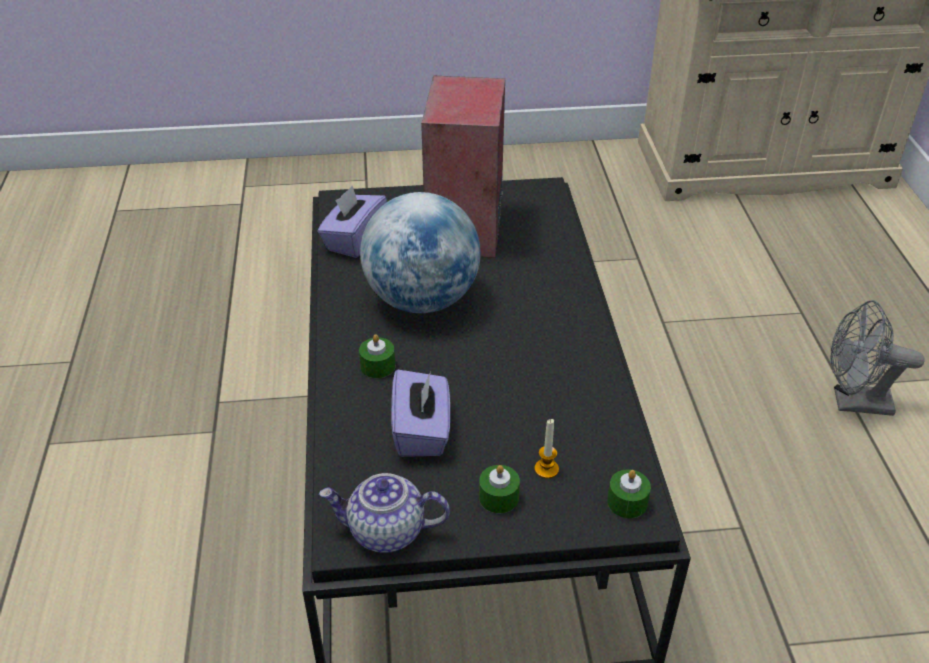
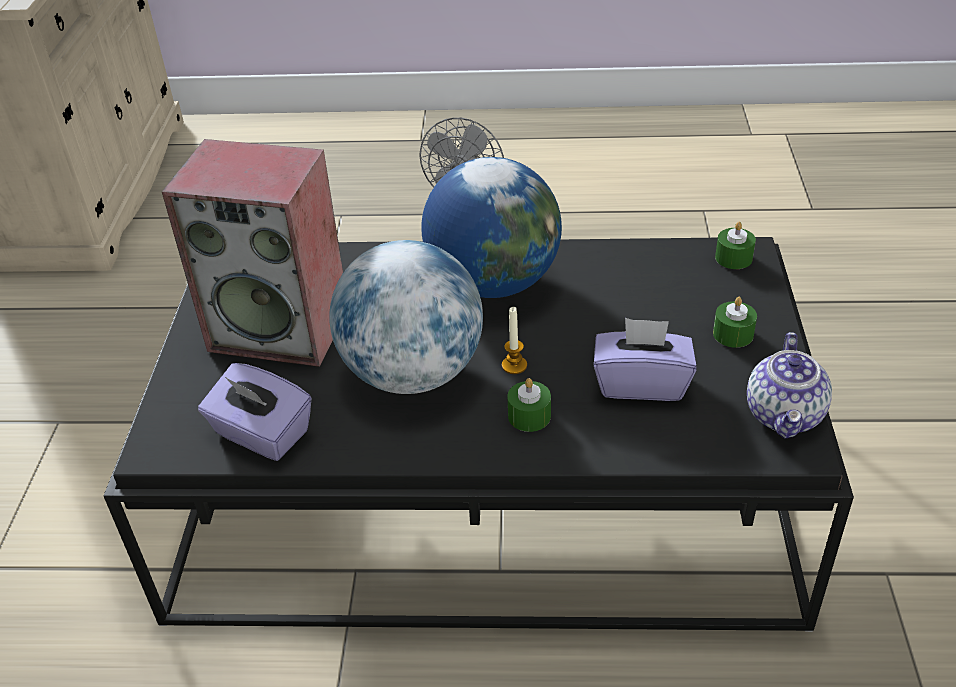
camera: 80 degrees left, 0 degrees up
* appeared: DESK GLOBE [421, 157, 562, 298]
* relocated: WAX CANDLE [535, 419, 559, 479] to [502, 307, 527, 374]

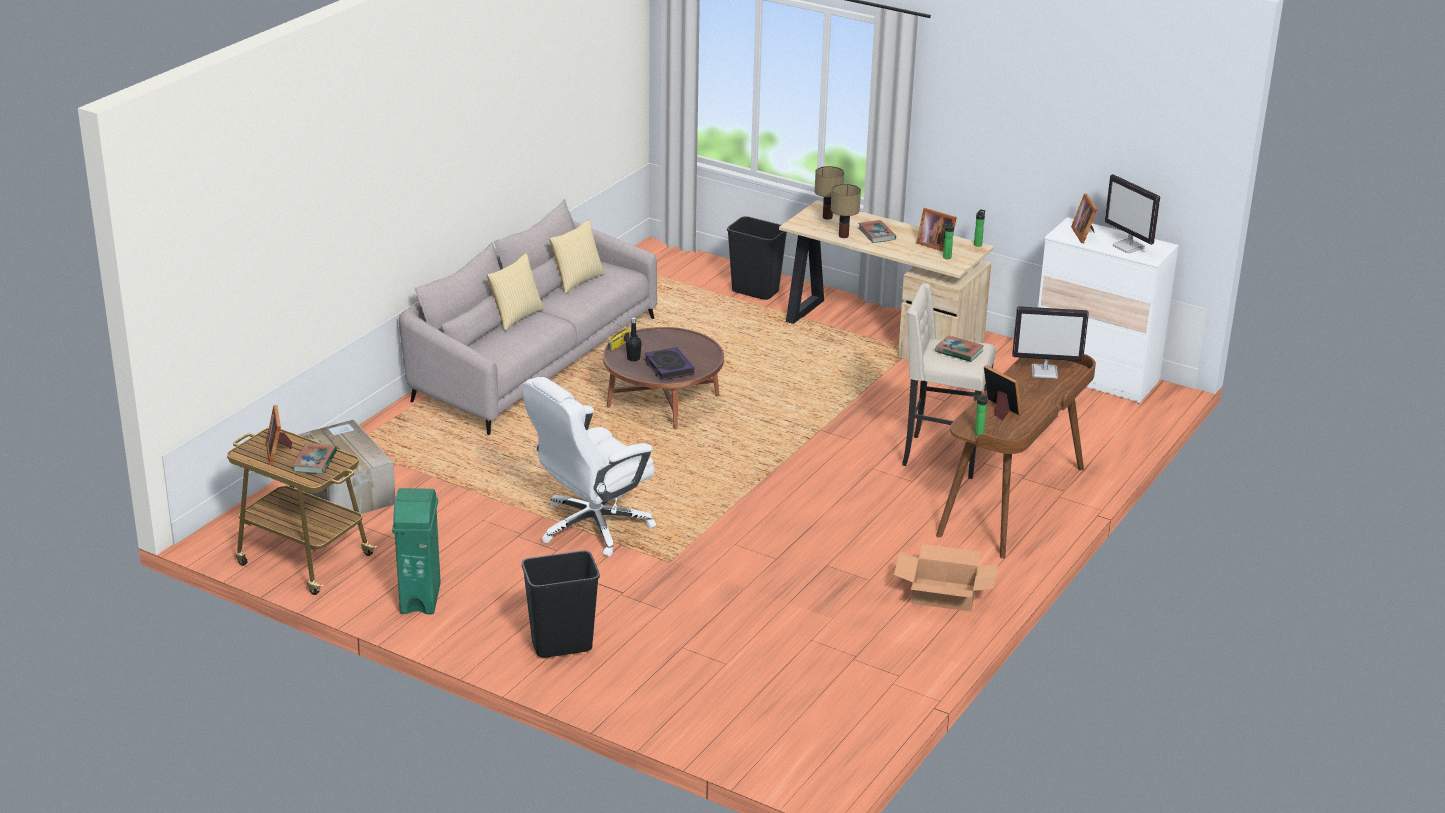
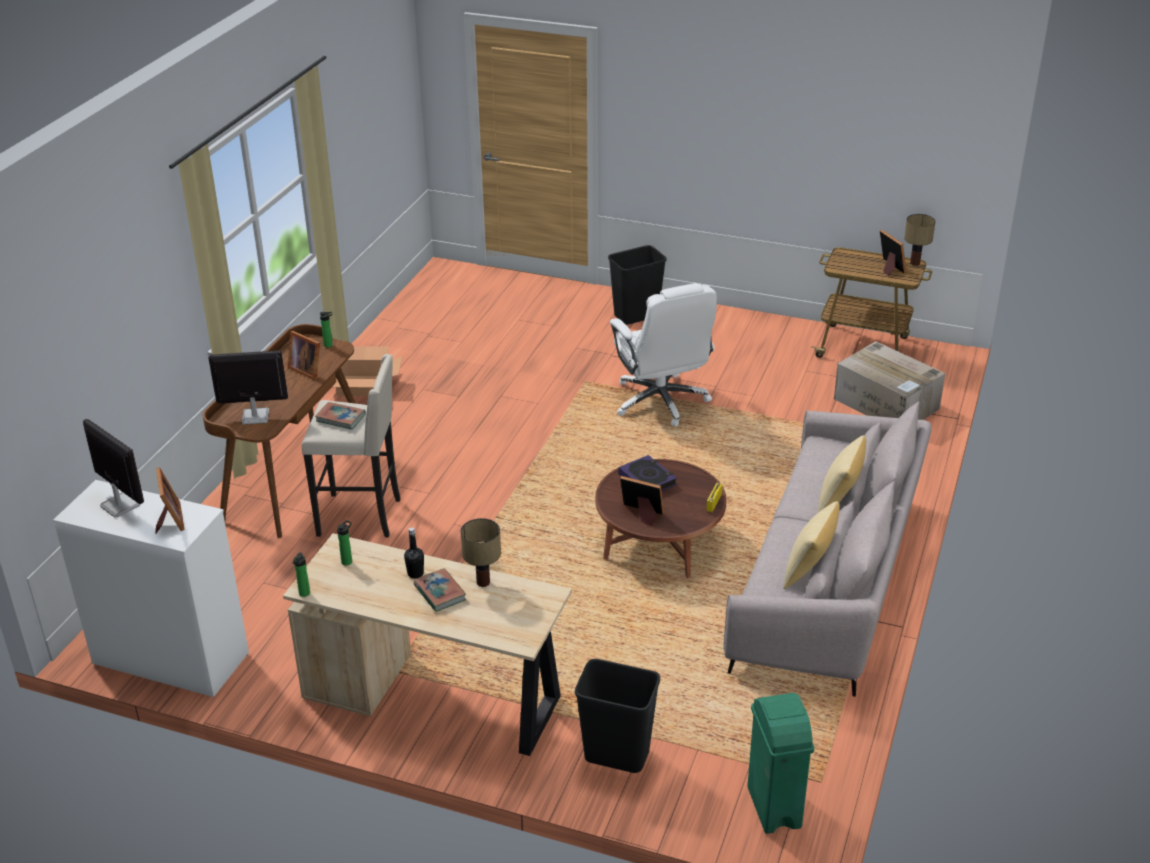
camera: 170 degrees right, 5 degrees up
* relocated: BLACK BEVERAGE BOTTLE [626, 317, 642, 362] to [404, 527, 424, 578]
* spun: WHITISH COMPUTER CHAIR [523, 377, 656, 557] = [610, 283, 717, 427] 120 degrees clockwise
* relocated: PICTURE FRAME [916, 208, 957, 251] to [620, 476, 664, 526]
* relocated: GREENISH TRASH CAN [392, 488, 441, 614] to [747, 693, 814, 834]
* relocated: TABLE LAMP [815, 166, 844, 219] to [904, 214, 935, 266]
* missing: BOOK [292, 443, 337, 474]

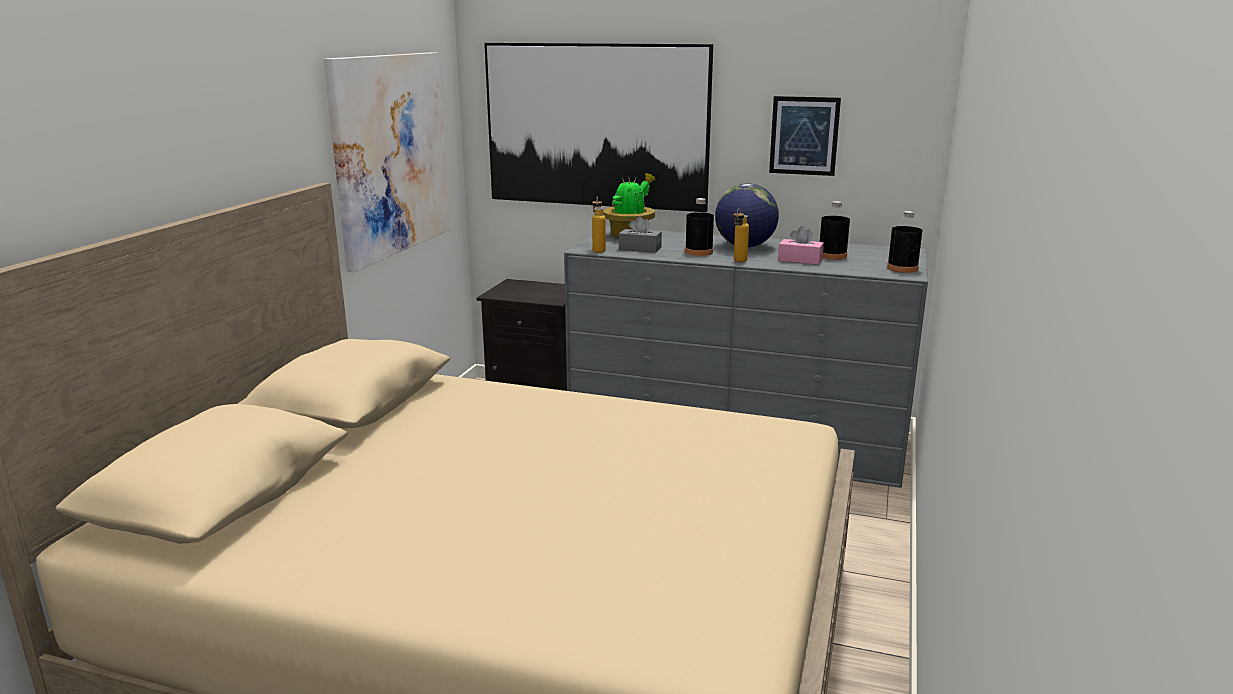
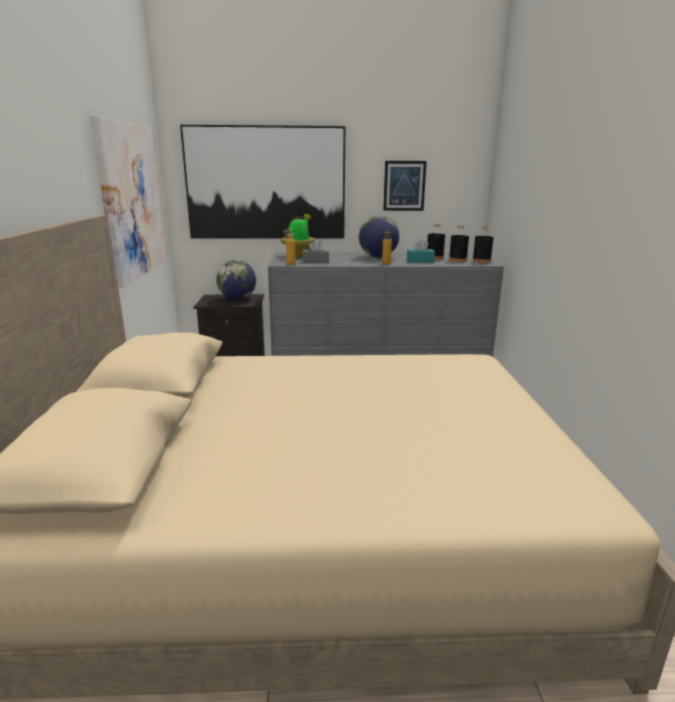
camera: 20 degrees left, 0 degrees up
* appeared: DESK GLOBE [217, 260, 256, 300]
* colour: PINK-COLOURED BOX OF TISSUES [778, 226, 824, 265] to TURQUOISE BOX OF TISSUES [407, 239, 435, 263]
* relocated: BLACK BEVERAGE BOTTLE [685, 198, 714, 256] to [449, 225, 469, 262]

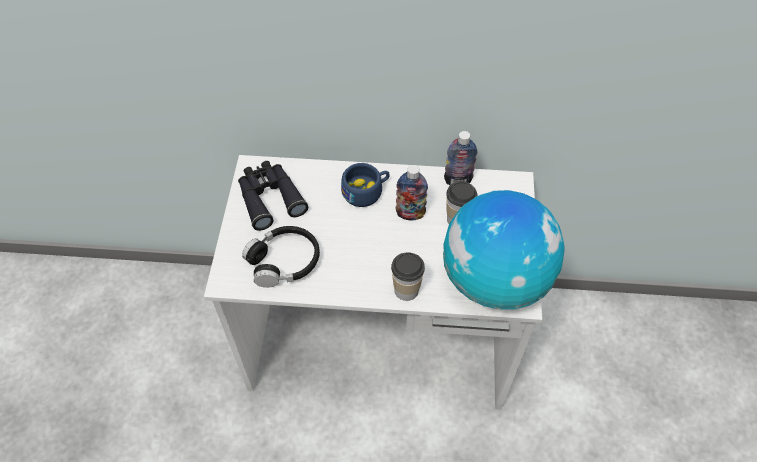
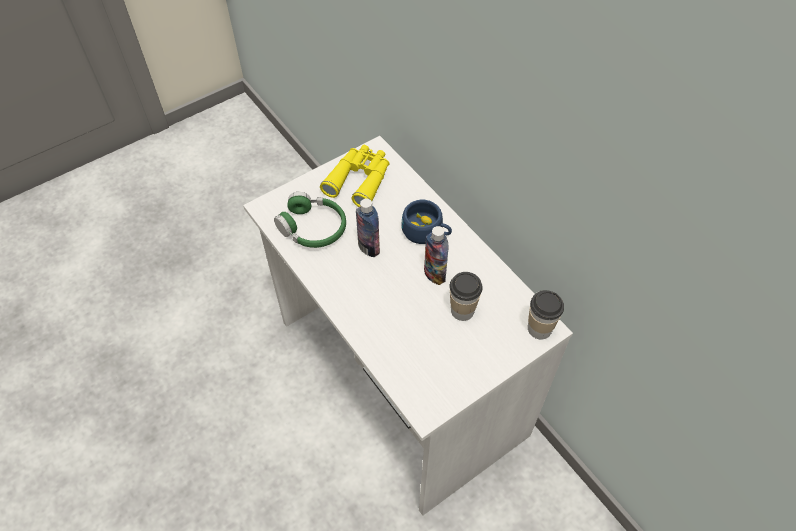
camera: 50 degrees right, 0 degrees up
* colour: BLACK HEADSET [242, 226, 320, 288] to GREENISH HEADSET [274, 192, 346, 248]
* colour: BLACK FIELD GLASSES [238, 161, 308, 231] to YELLOW FIELD GLASSES [320, 145, 389, 207]
* relocated: BEVERAGE BOTTLE [444, 131, 478, 185] to [356, 199, 380, 257]
* relocated: CUP [391, 252, 425, 301] to [528, 290, 564, 339]
* missing: DESK GLOBE [443, 190, 565, 310]

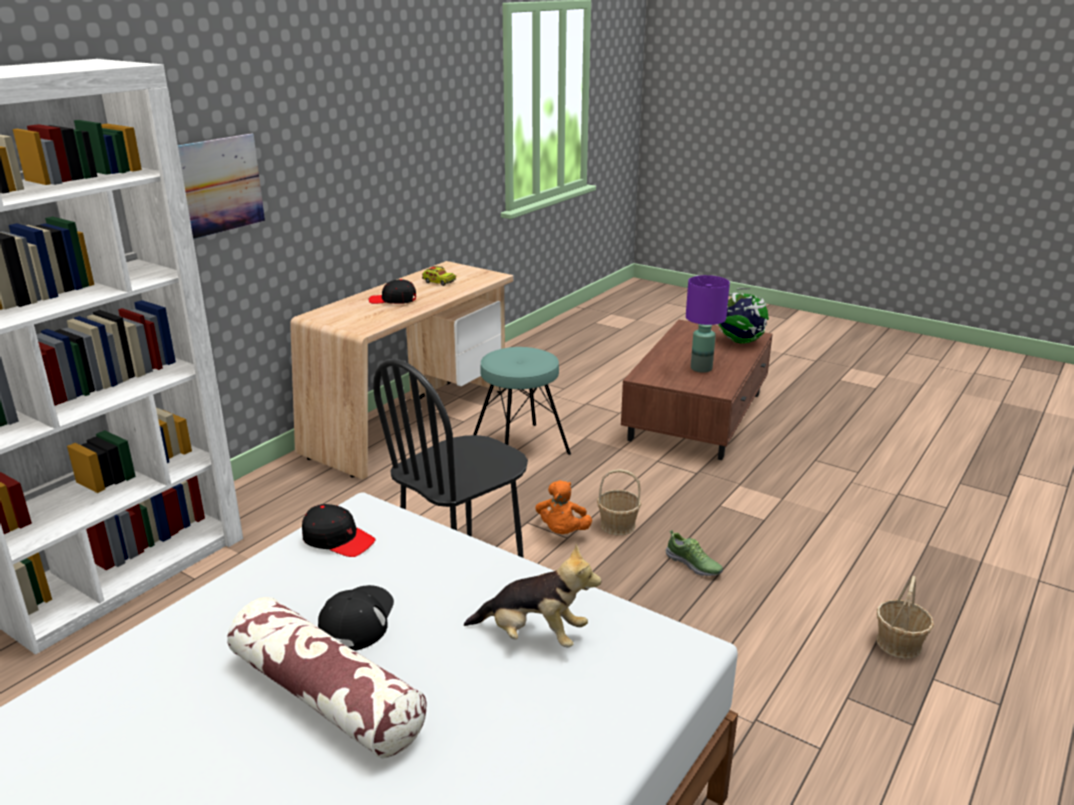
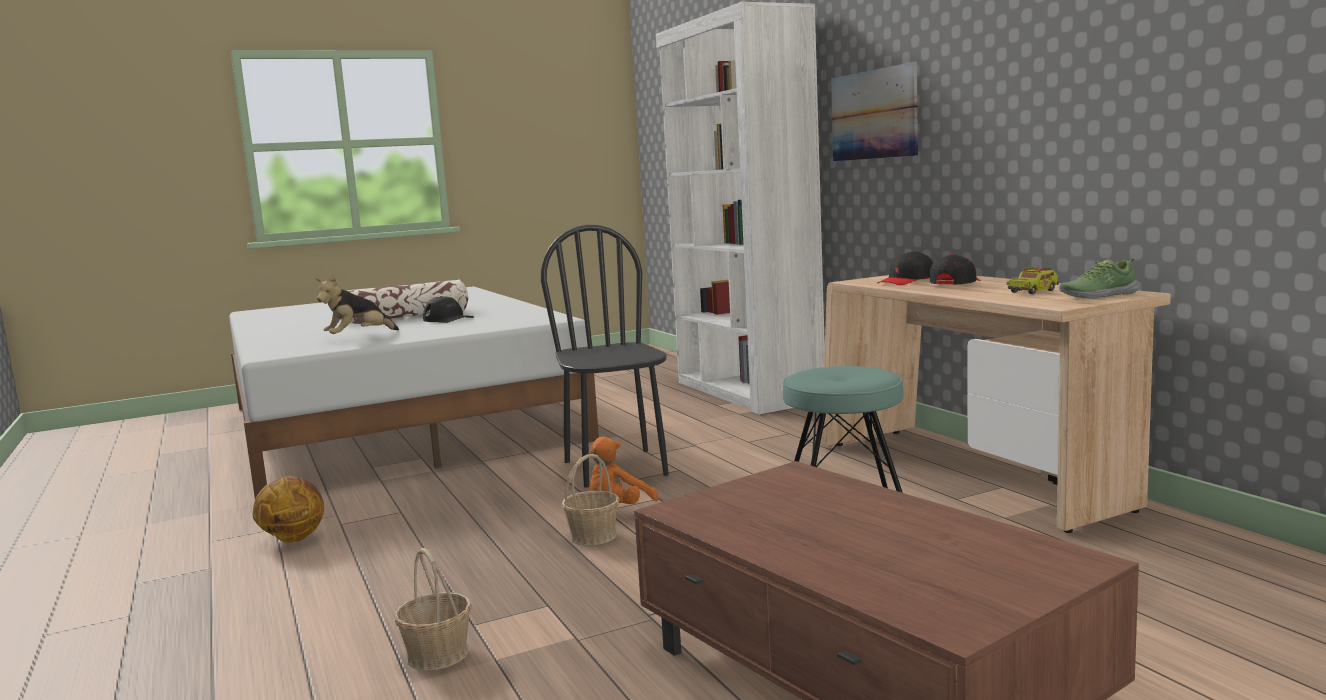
camera: 120 degrees right, 15 degrees down
* appeared: BASKETBALL BALL [253, 476, 324, 543]
* relocated: HOUSEHOLD BASKET [877, 576, 934, 659] to [394, 548, 472, 670]
* spun: ORANGEY CUDDLY TOY [535, 480, 592, 534] = [588, 437, 658, 504] 90 degrees counterclockwise
* relocated: BLACK PEAKED CAP [302, 504, 376, 557] to [878, 251, 933, 285]
* relocated: SHOE [666, 530, 723, 576] to [1059, 258, 1139, 299]
* missing: PURPLE-COLOURED TABLE LAMP [686, 275, 730, 373]
* missing: DESK GLOBE [718, 288, 769, 343]

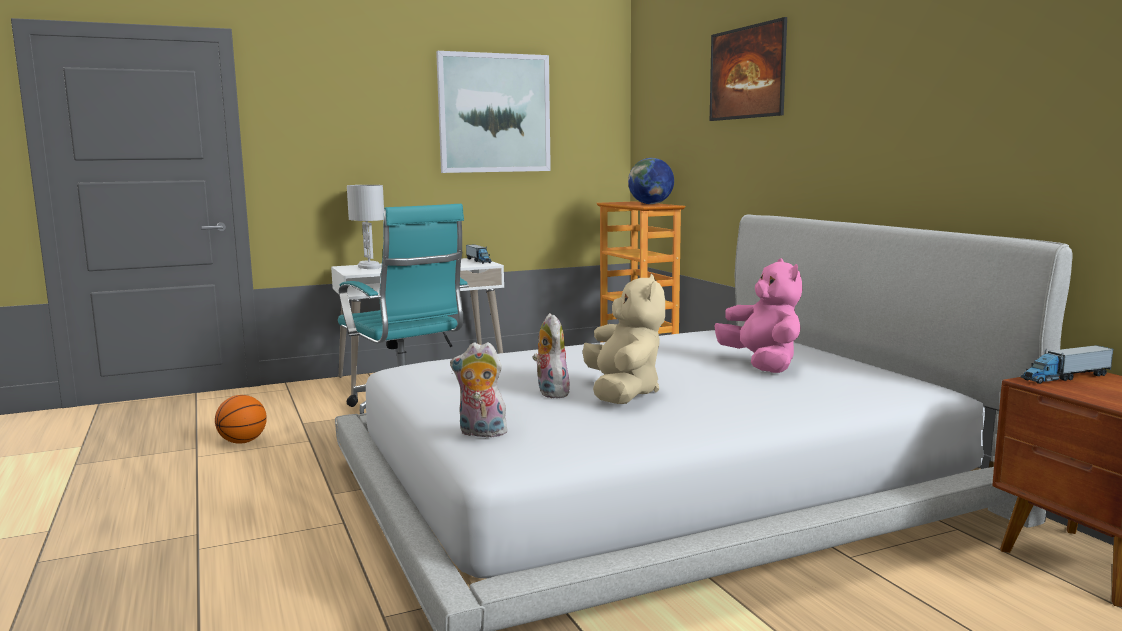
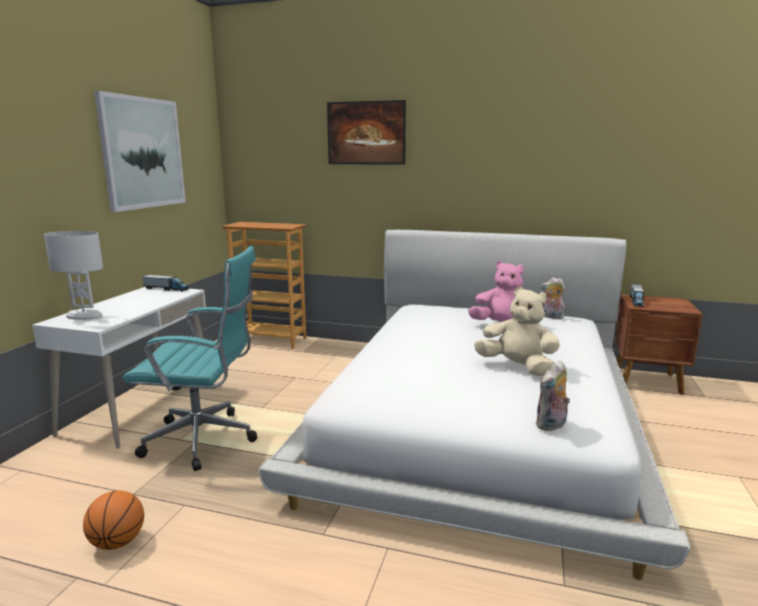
camera: 50 degrees left, 5 degrees up
* relocated: CUDDLY TOY [533, 313, 570, 398] to [541, 278, 565, 319]
* missing: DESK GLOBE [628, 158, 674, 204]

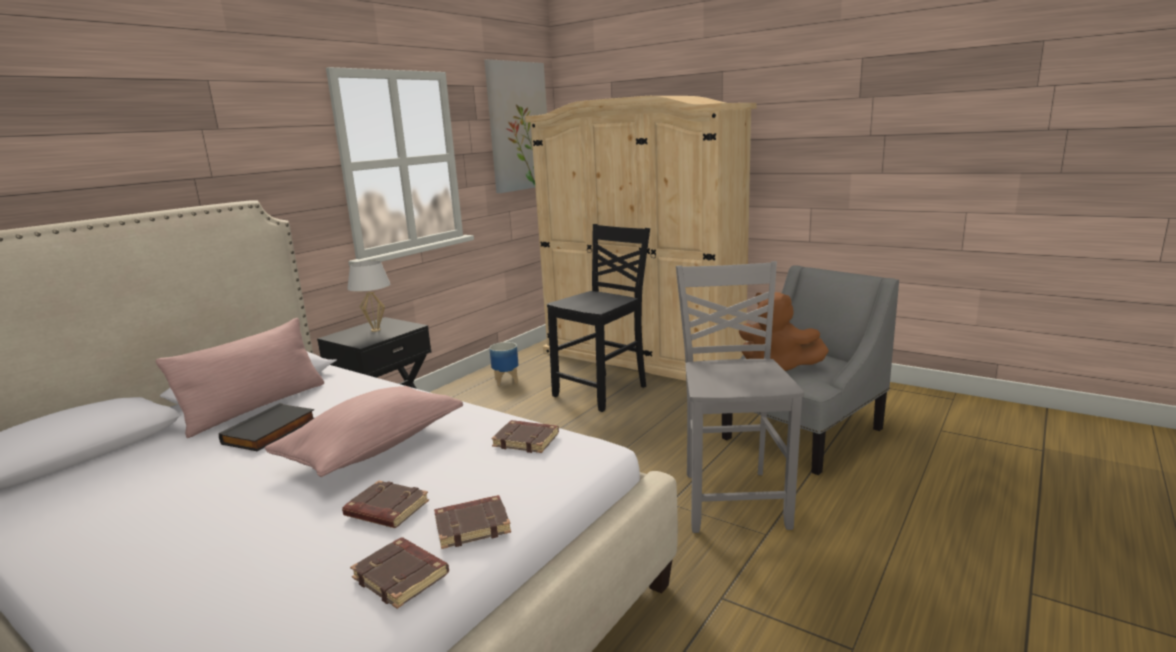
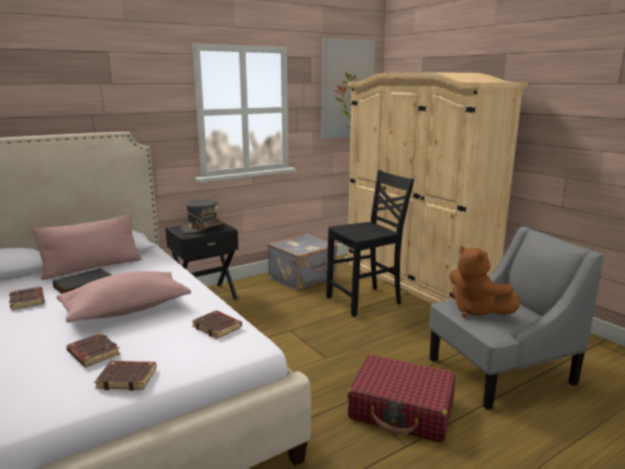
camera: 20 degrees right, 0 degrees up
* relocated: BROWN-COLOURED BOOK [350, 537, 449, 609] to [9, 287, 45, 310]
* exchanged: WHITISH TABLE LAMP [347, 261, 390, 332] to GREY WEARABLE HAT [181, 199, 225, 234]
* exchanged: FLOWER POT [489, 342, 519, 386] to GREY TRAVEL CASE [267, 234, 337, 291]
* exchanged: GREY CHAIR [676, 261, 804, 533] to RED TRAVEL CASE [348, 354, 456, 443]

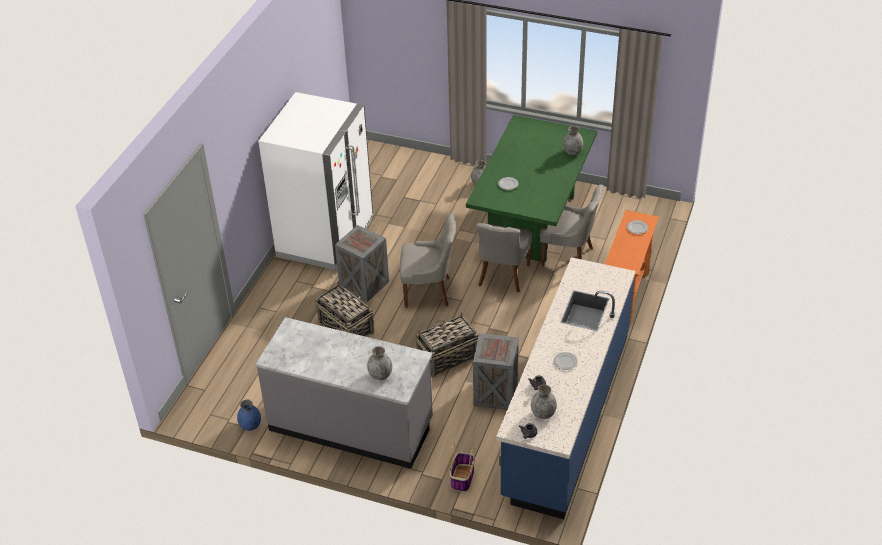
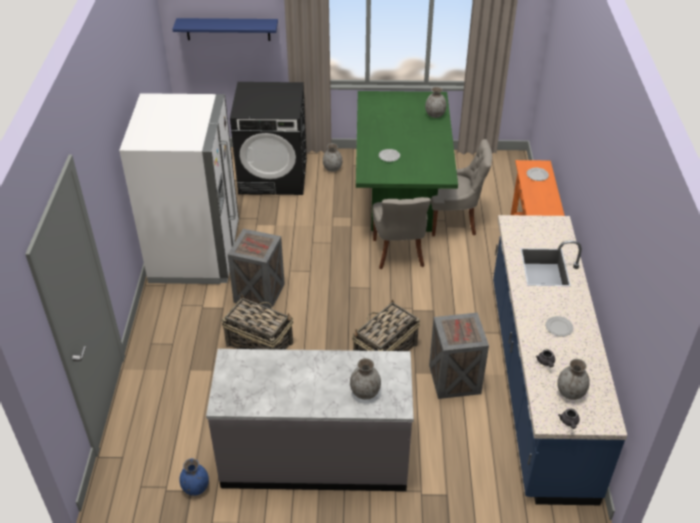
camera: 20 degrees left, 0 degrees up
* appeared: BLUISH SHELF [172, 18, 278, 41]
* appeared: BLACK LAUNDRY APPLIANCE [230, 82, 307, 195]
* missing: GREY CHAIR [400, 214, 456, 308]
* missing: HOUSEHOLD BASKET [449, 444, 475, 492]

